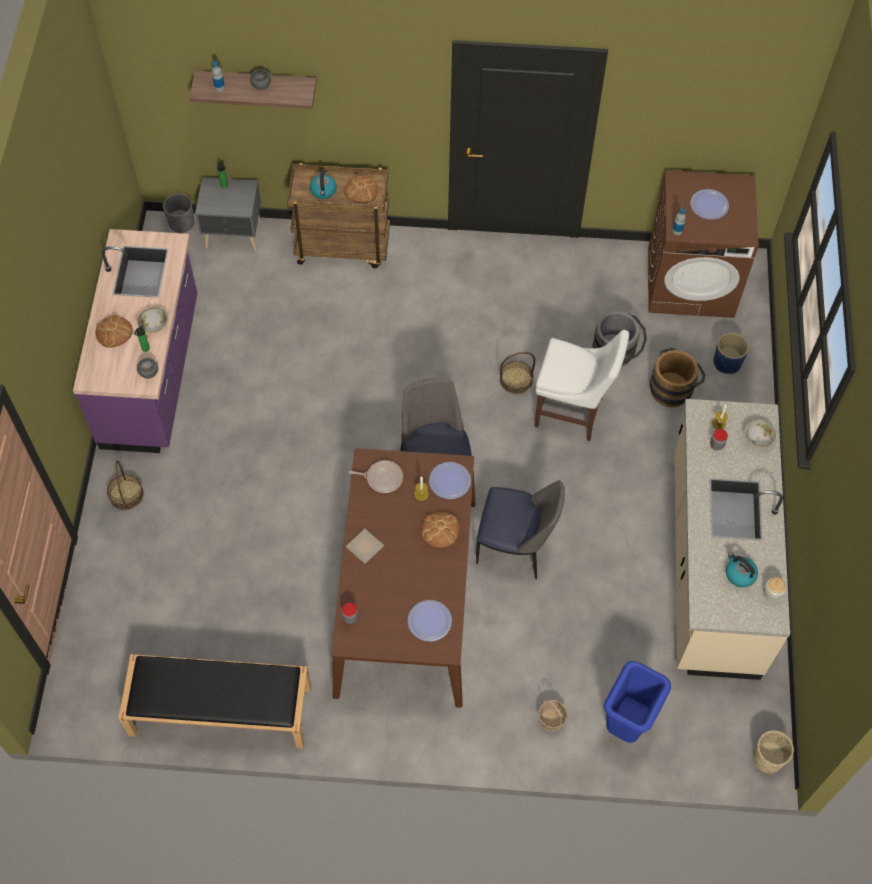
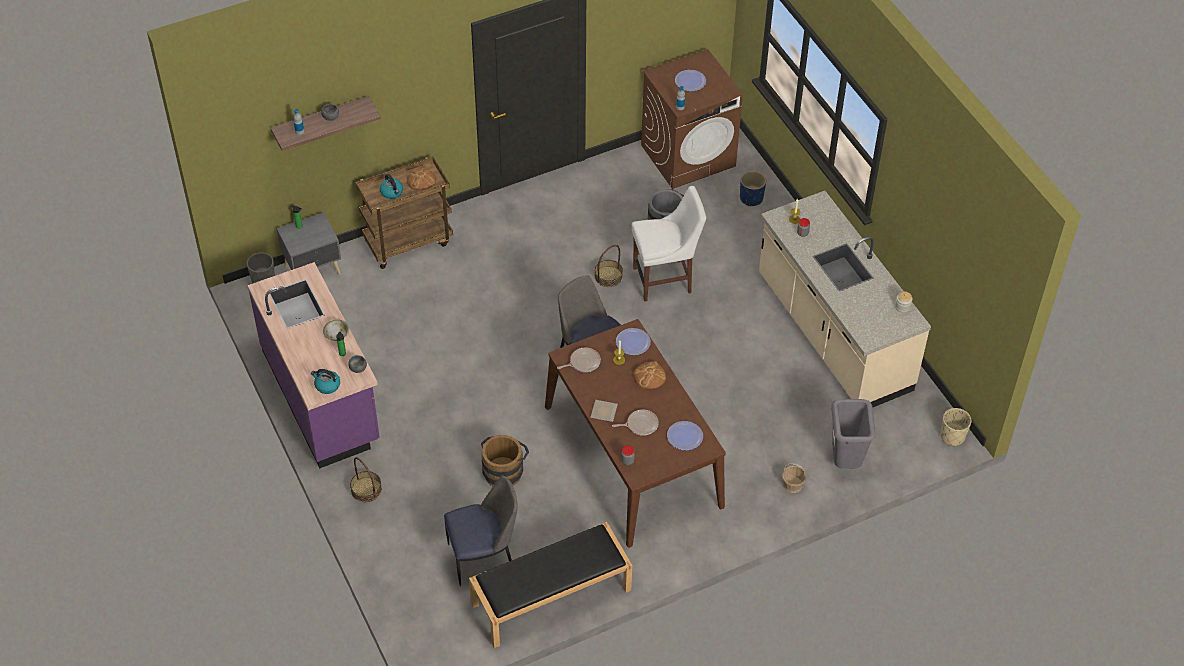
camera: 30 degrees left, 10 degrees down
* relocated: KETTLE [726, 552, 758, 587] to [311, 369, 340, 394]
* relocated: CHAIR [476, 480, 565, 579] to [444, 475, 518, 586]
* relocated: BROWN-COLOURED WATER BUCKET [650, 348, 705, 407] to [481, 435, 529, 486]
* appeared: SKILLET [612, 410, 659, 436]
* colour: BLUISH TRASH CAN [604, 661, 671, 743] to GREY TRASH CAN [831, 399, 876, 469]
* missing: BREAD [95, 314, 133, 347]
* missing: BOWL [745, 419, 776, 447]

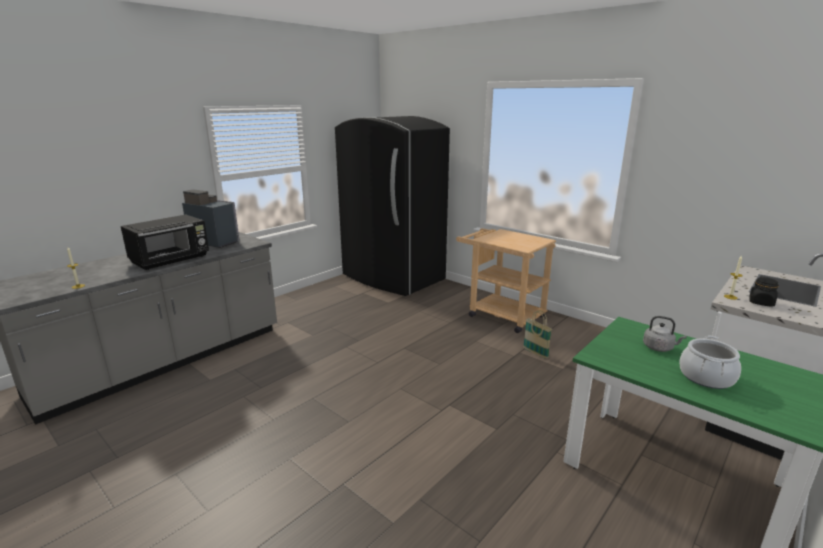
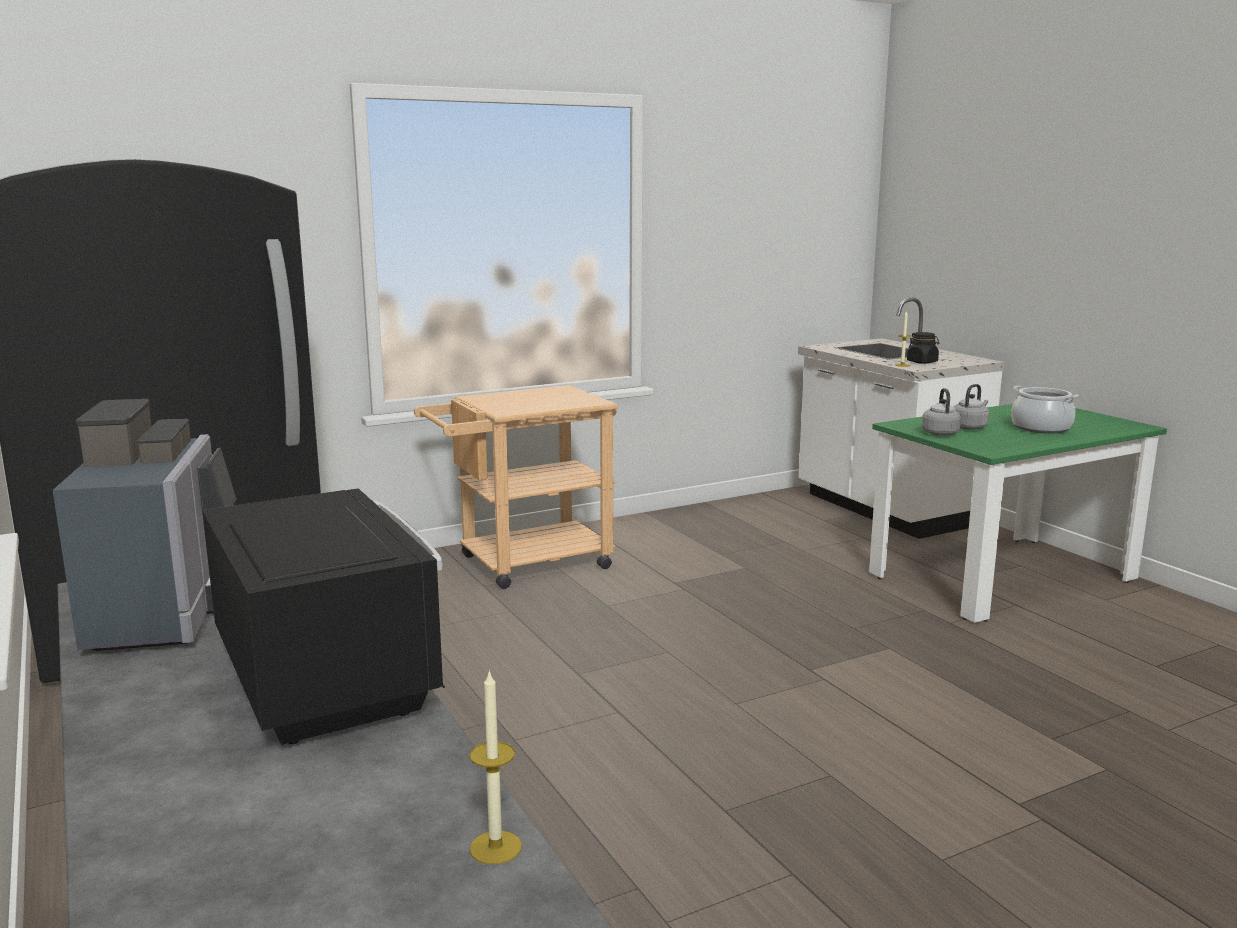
camera: 70 degrees left, 5 degrees down
* spun: COFFEE MAKER [182, 189, 240, 248] = [53, 399, 236, 651] 120 degrees clockwise
* appeared: GREY KETTLE [922, 388, 961, 436]
* missing: HOUSEHOLD BASKET [523, 310, 552, 359]

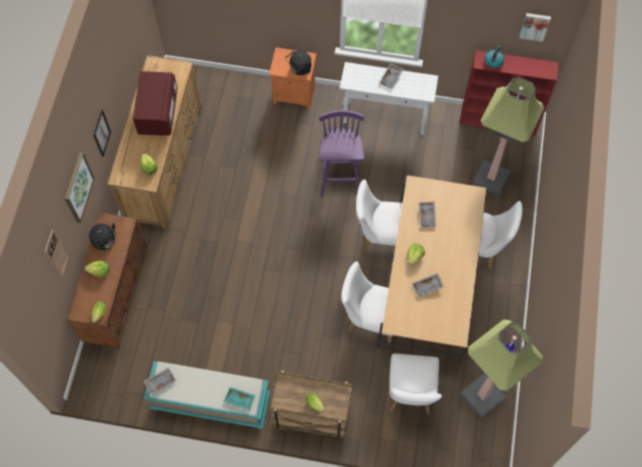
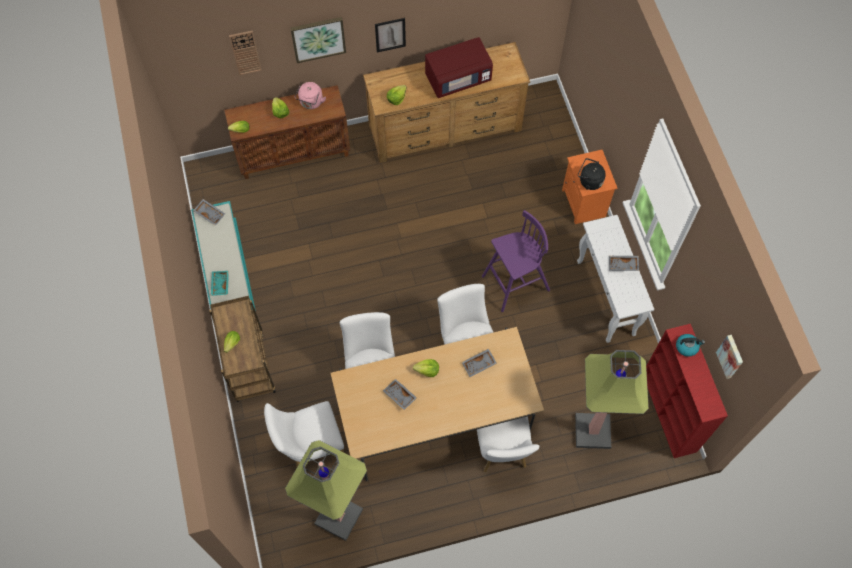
camera: 65 degrees right, 0 degrees up
* colour: BLACK KETTLE [89, 223, 117, 250] to PINK-COLOURED KETTLE [295, 82, 326, 109]

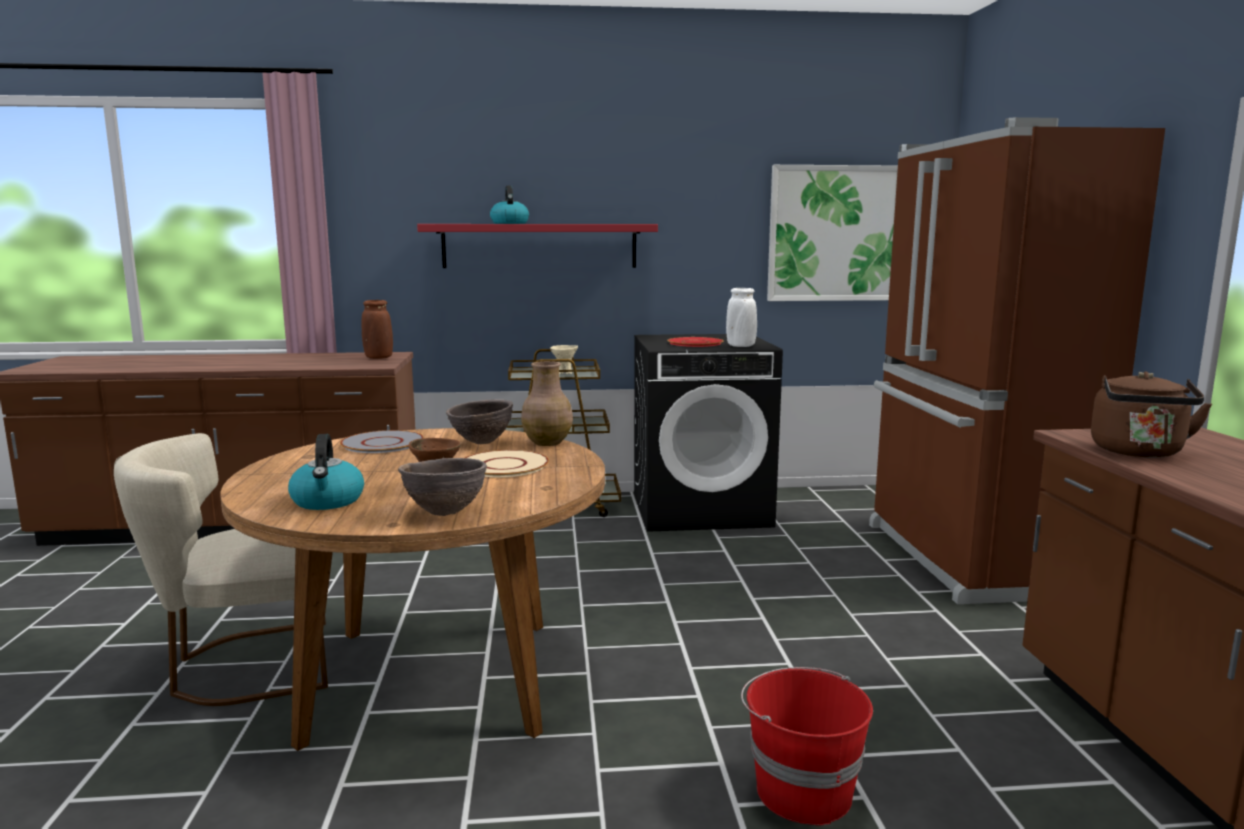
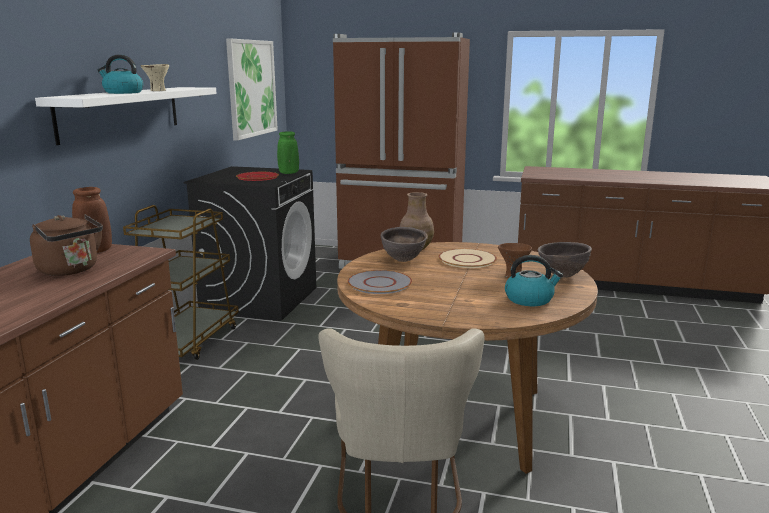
camera: 70 degrees left, 5 degrees up
* relocated: BROWN-COLOURED KETTLE [1091, 371, 1212, 458] to [30, 214, 103, 276]
* colour: RED SHELF [417, 224, 658, 268] to WHITISH SHELF [35, 87, 217, 145]
* relocated: SAND-COLOURED BOWL [550, 345, 578, 374] to [141, 64, 169, 91]
* colour: WHITISH FLOWER VASE [726, 288, 757, 347] to GREENISH FLOWER VASE [277, 131, 299, 174]
* missing: RED WATER BUCKET [741, 667, 873, 826]

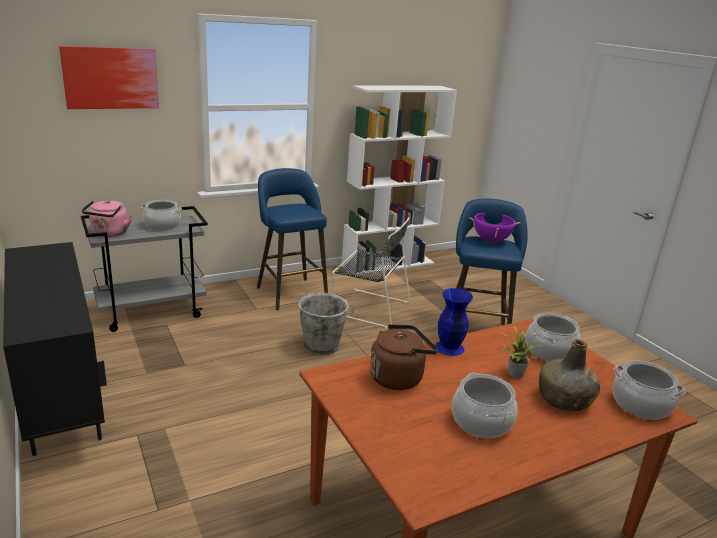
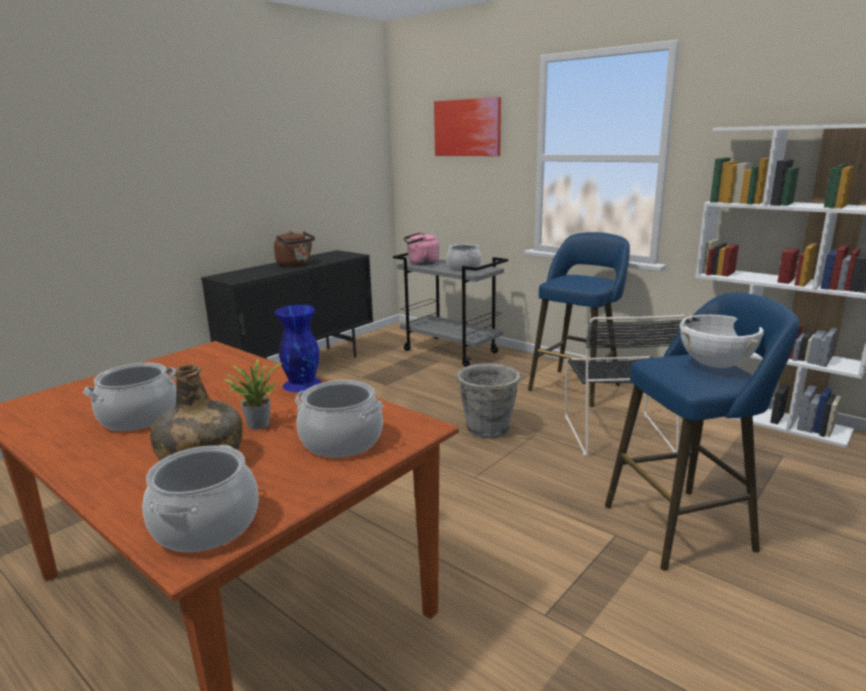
camera: 70 degrees right, 5 degrees down
* relocated: BROWN-COLOURED KETTLE [370, 324, 438, 390] to [274, 231, 315, 267]
* colour: PURPLE-COLOURED COOKING POT [469, 213, 521, 242] to WHITISH COOKING POT [680, 314, 764, 368]

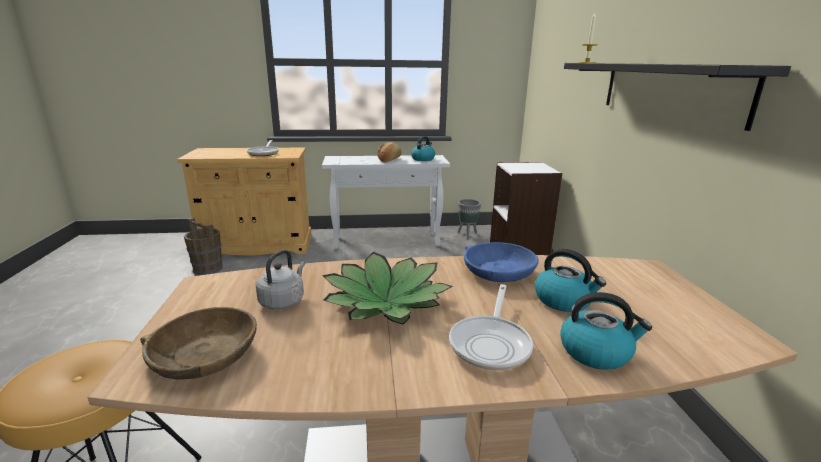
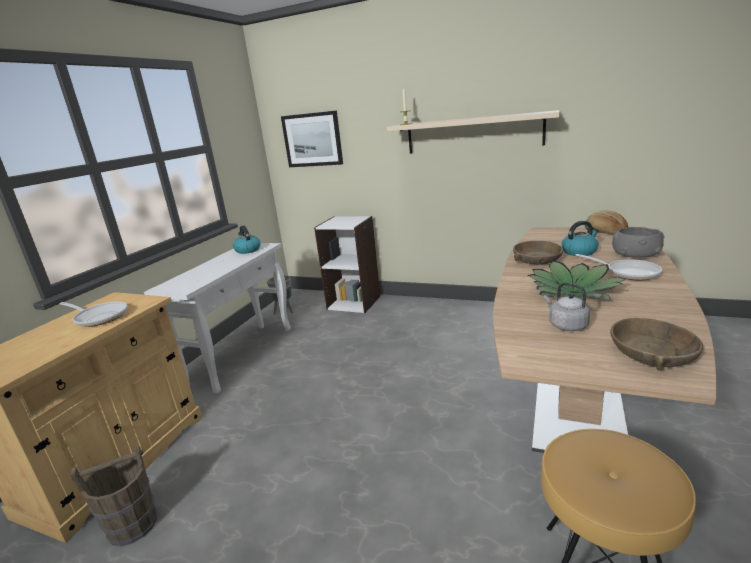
camera: 60 degrees left, 0 degrees up
* appeared: WALL PICTURE [281, 111, 343, 167]
* colour: BLACK SHELF [564, 63, 791, 131] to SAND-COLOURED SHELF [387, 110, 560, 153]
* colour: BLUISH BOWL [464, 242, 539, 282] to BROWN-COLOURED BOWL [513, 241, 563, 265]
* relocated: BREAD [377, 142, 401, 163] to [585, 210, 628, 235]
* exchanged: KETTLE [560, 292, 652, 370] to GREY BOWL [612, 227, 664, 258]

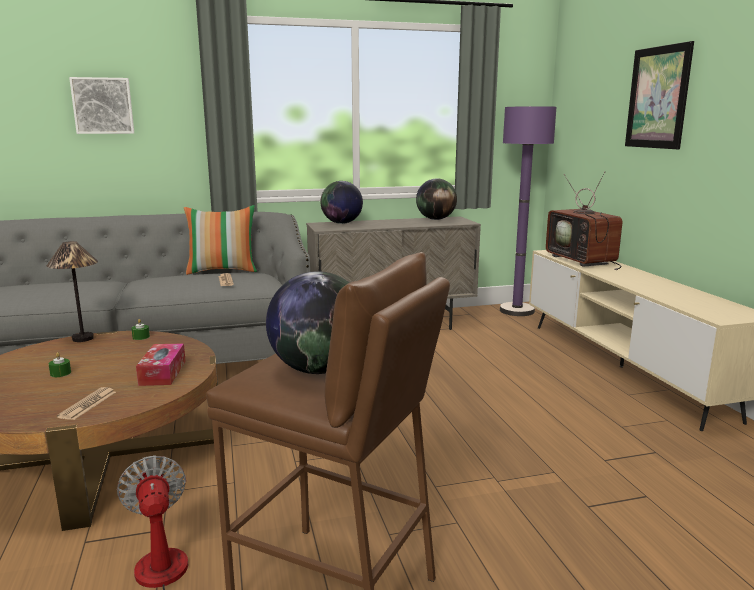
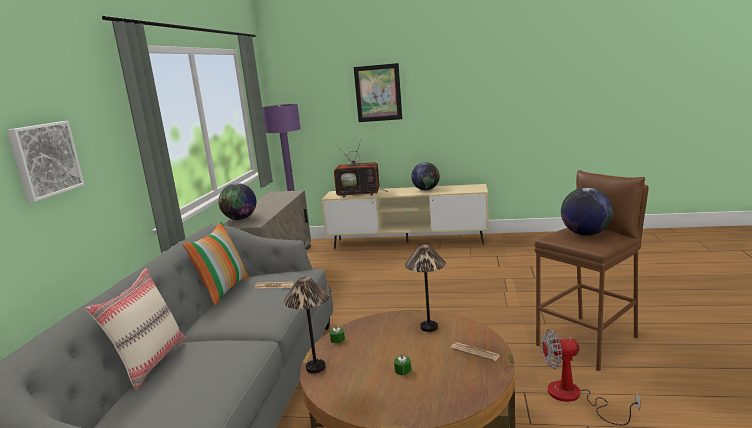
camera: 65 degrees left, 0 degrees up
* appeared: SAND-COLOURED PILLOW [86, 268, 187, 390]
* exchanged: BOX OF TISSUES [136, 343, 186, 386] to TABLE LAMP [405, 245, 446, 332]
* relocated: DESK GLOBE [416, 178, 457, 220] to [411, 162, 440, 190]

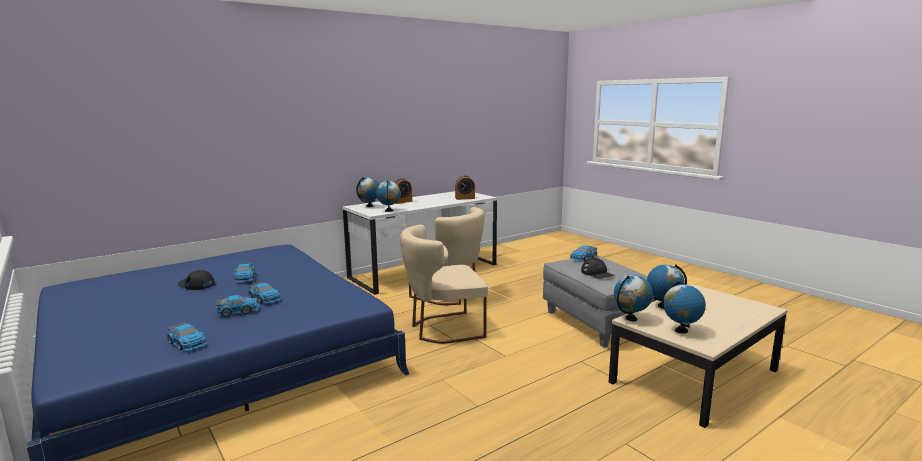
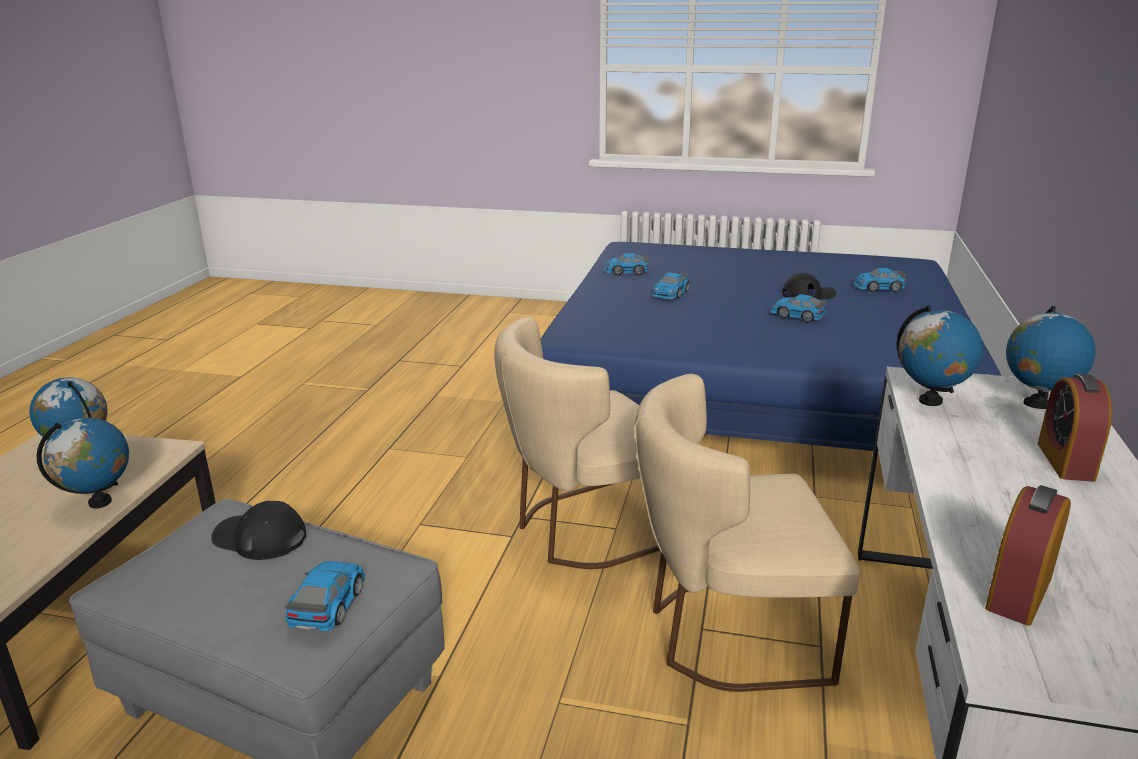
camera: 140 degrees right, 10 degrees up
* spun: SAND-COLOURED CHAIR [400, 225, 488, 344] = [494, 317, 660, 569] 150 degrees counterclockwise
* relocated: MODEL CAR [248, 282, 281, 304] to [853, 268, 907, 291]
* missing: DESK GLOBE [614, 275, 653, 321]

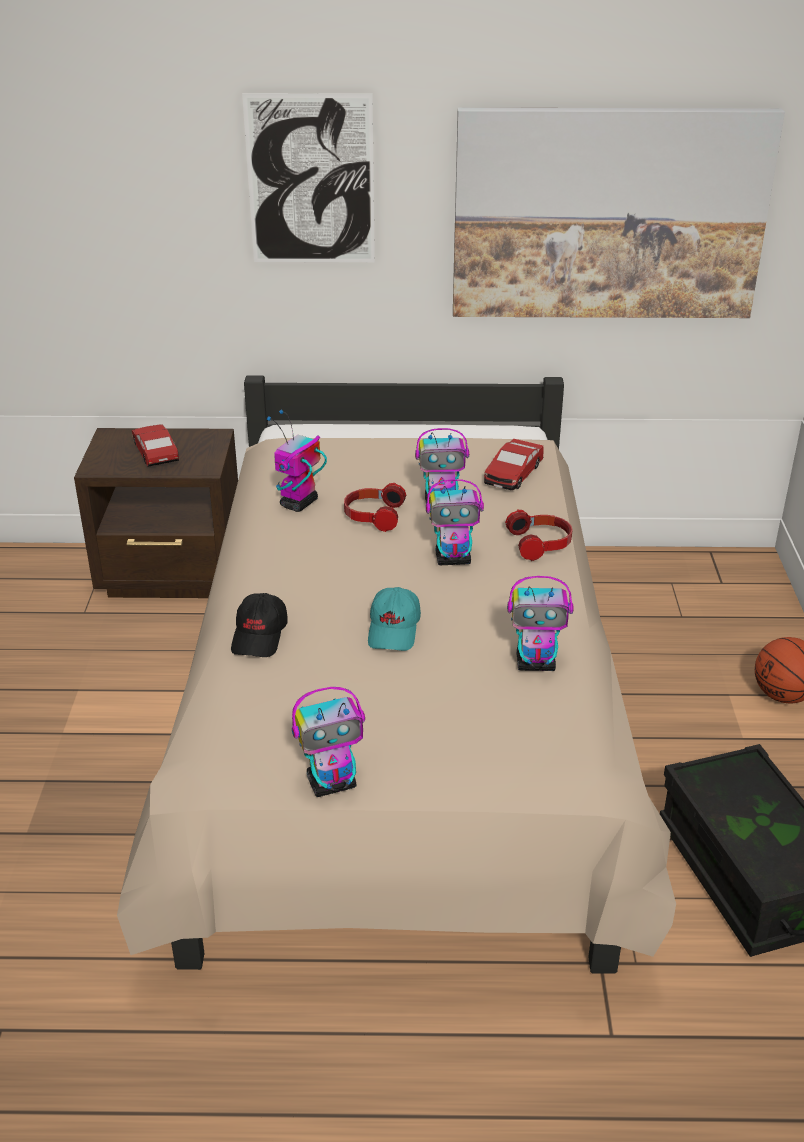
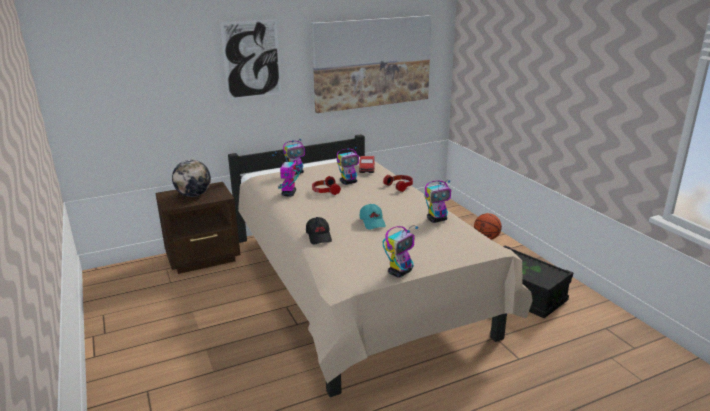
camera: 25 degrees left, 10 degrees down
* exchanged: MODEL CAR [132, 424, 179, 467] to DESK GLOBE [172, 160, 211, 197]
* relocated: TOY ROBOT [426, 479, 484, 565] to [283, 139, 305, 175]

